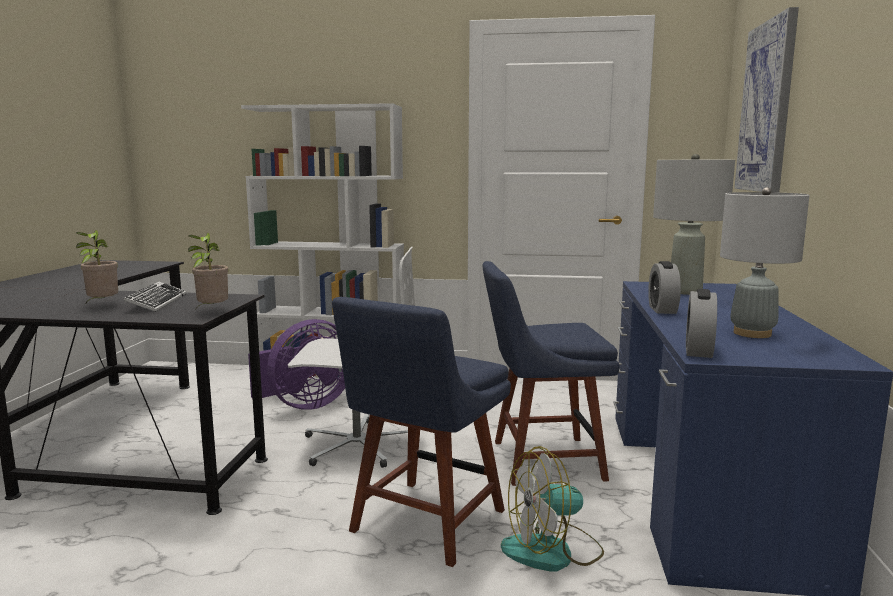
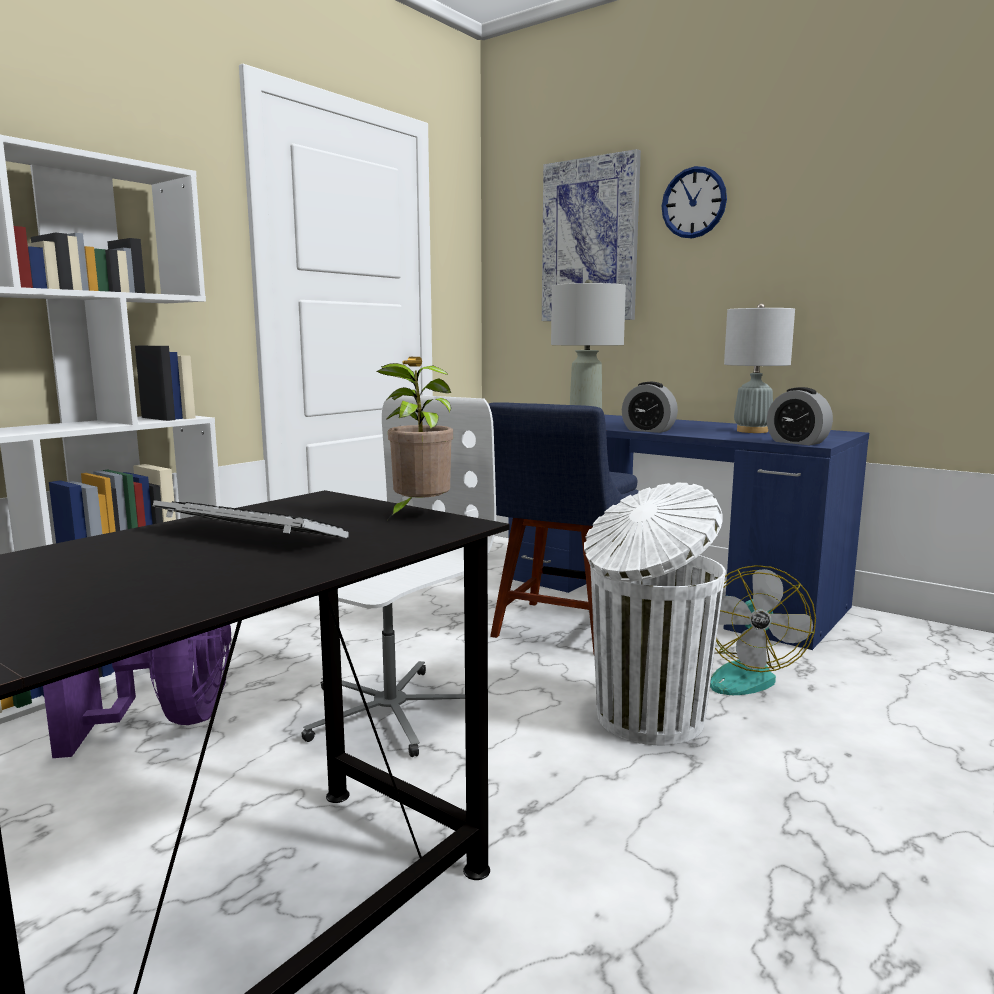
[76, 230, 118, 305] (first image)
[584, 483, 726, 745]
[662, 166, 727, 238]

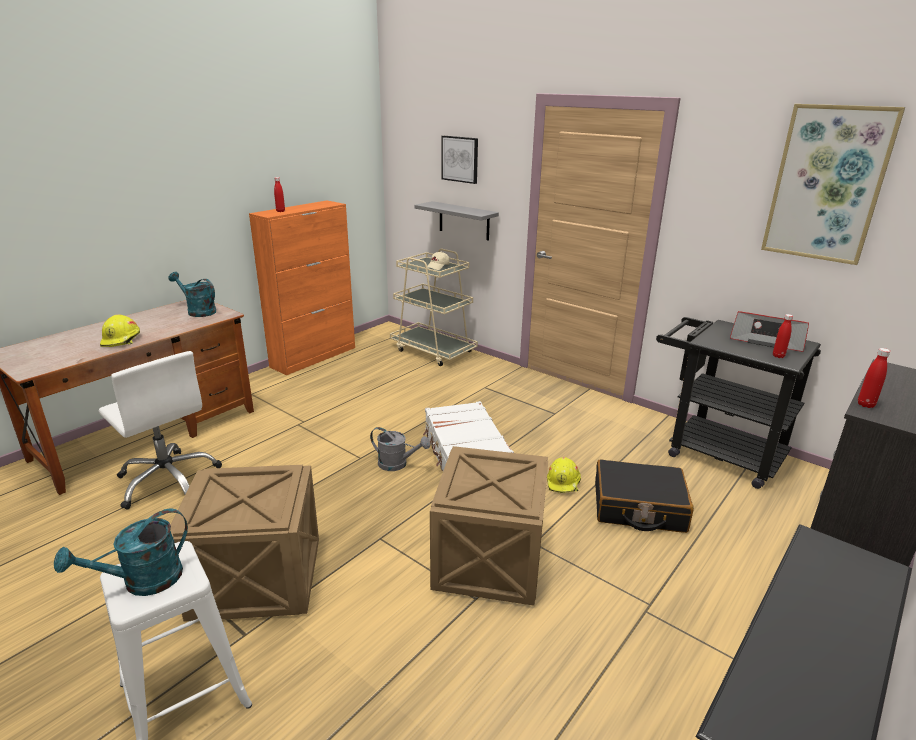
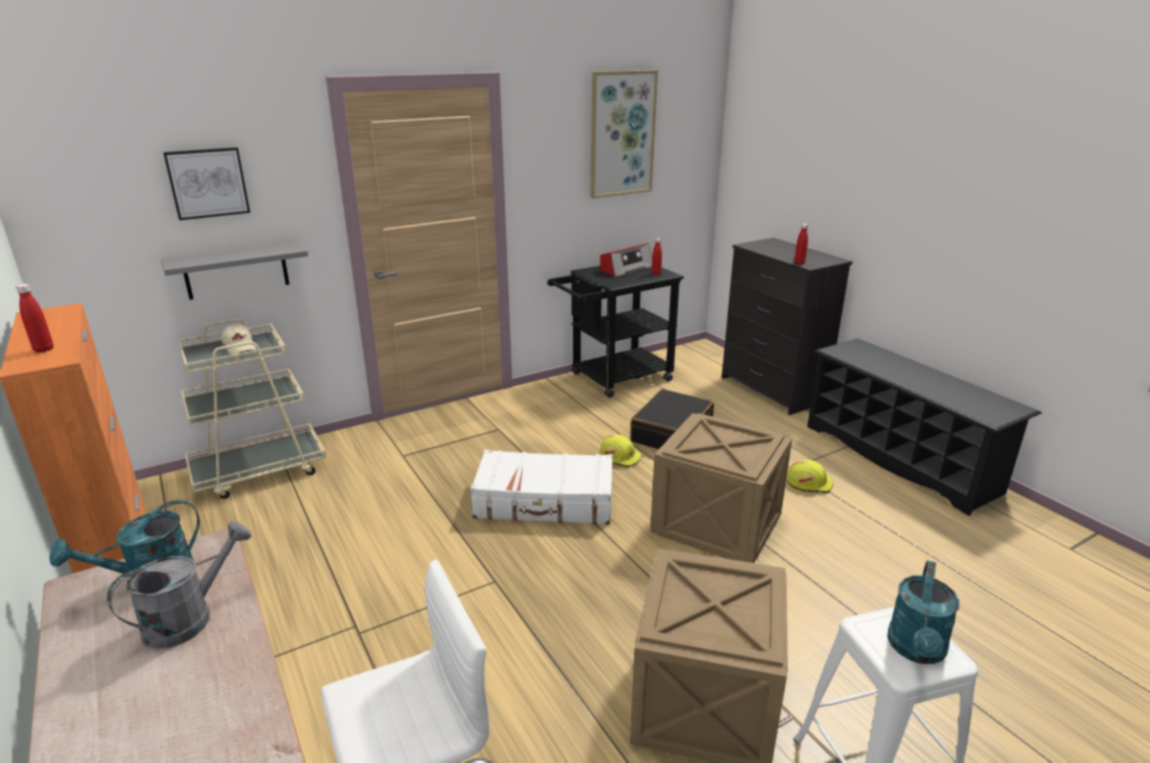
[887, 560, 959, 664]
[787, 459, 834, 493]
[107, 521, 252, 649]

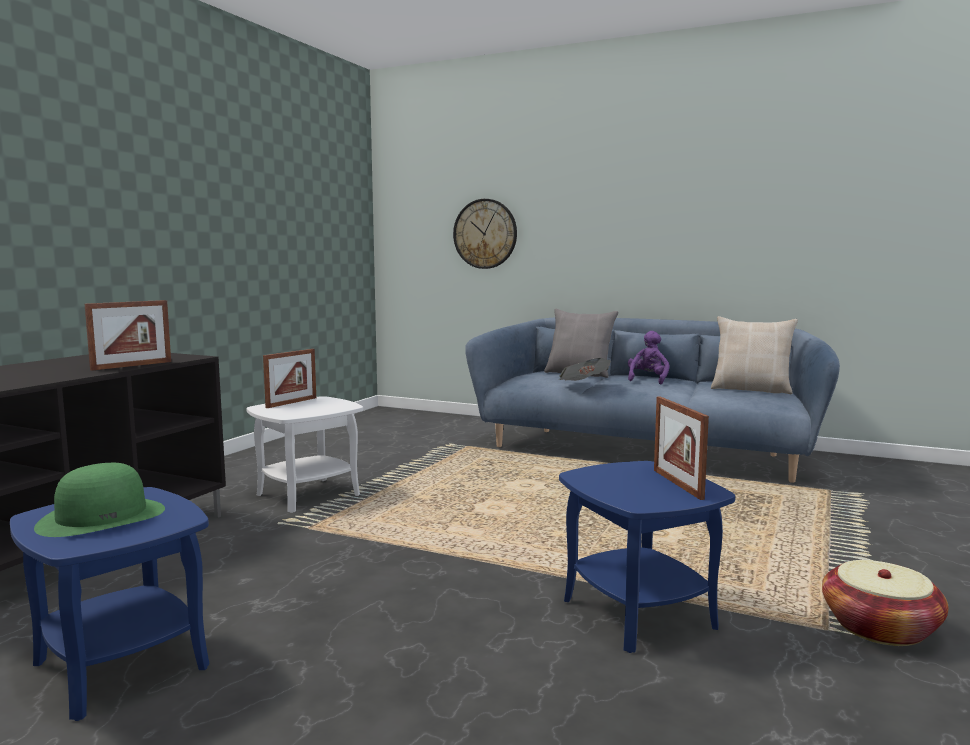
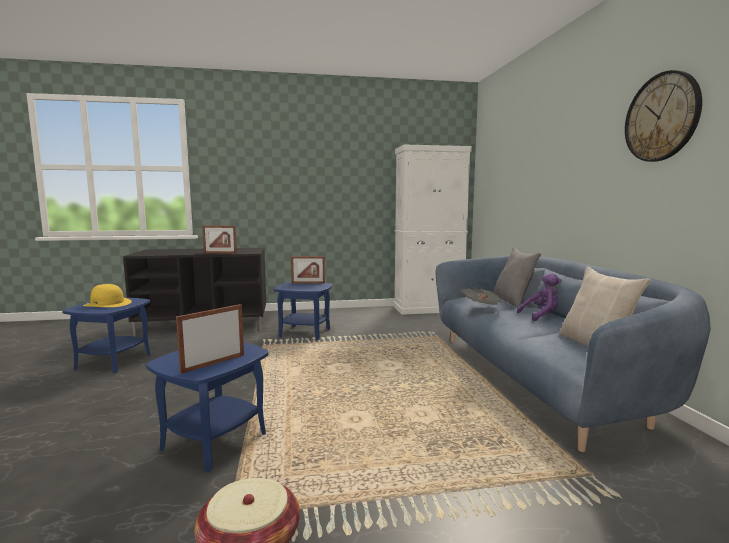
[83, 284, 132, 307]
[274, 282, 333, 340]
[625, 70, 702, 162]
[394, 145, 472, 315]

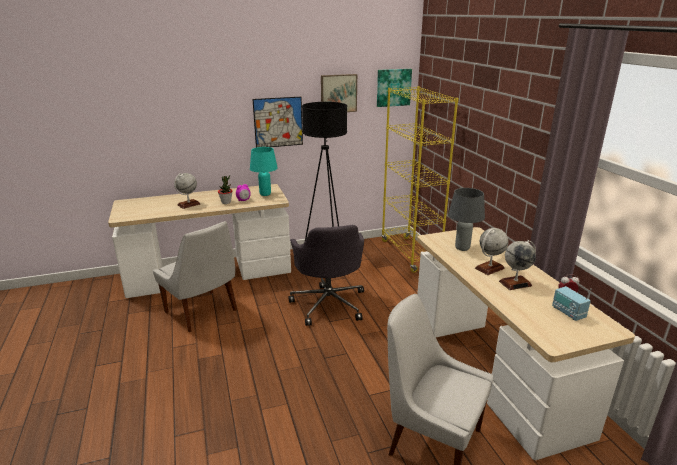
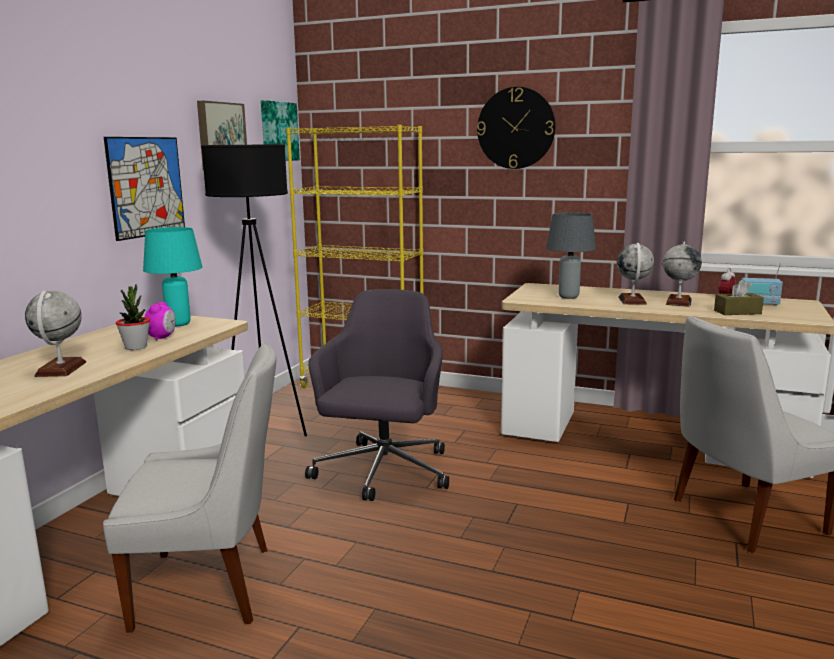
[305, 289, 449, 501]
[477, 87, 555, 169]
[714, 280, 764, 315]

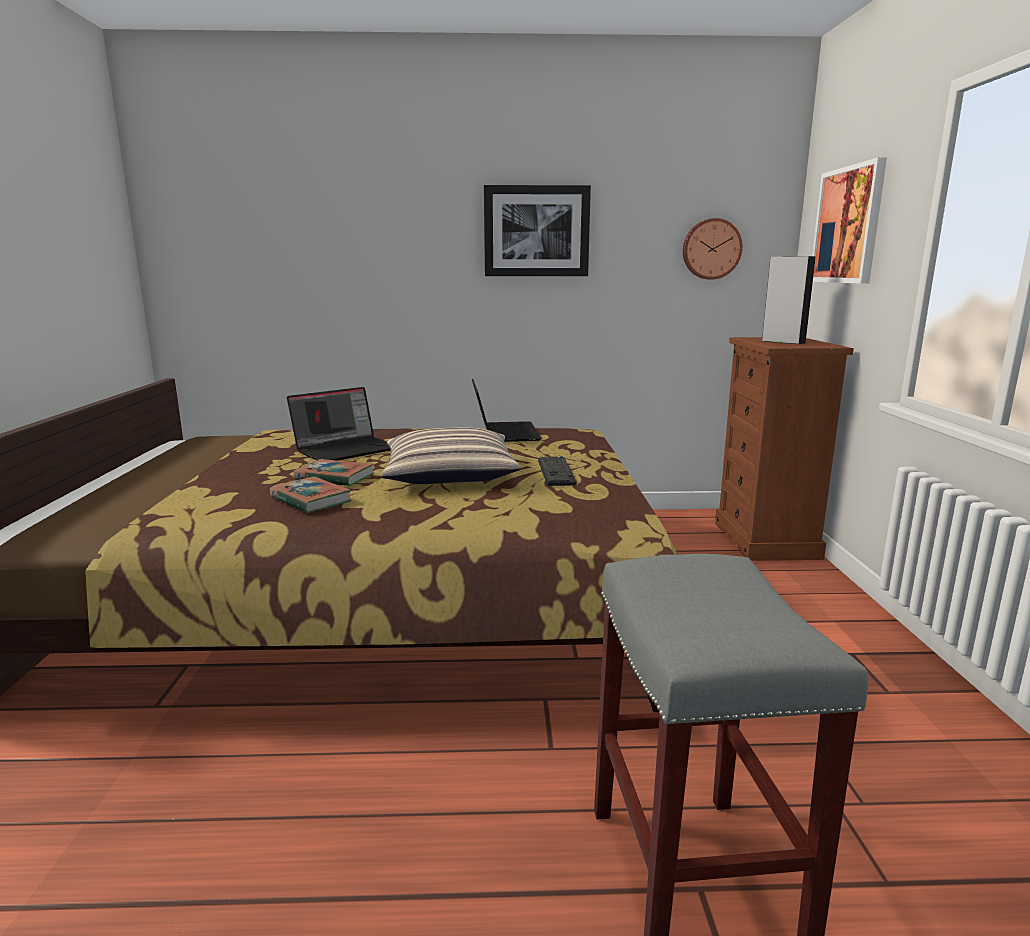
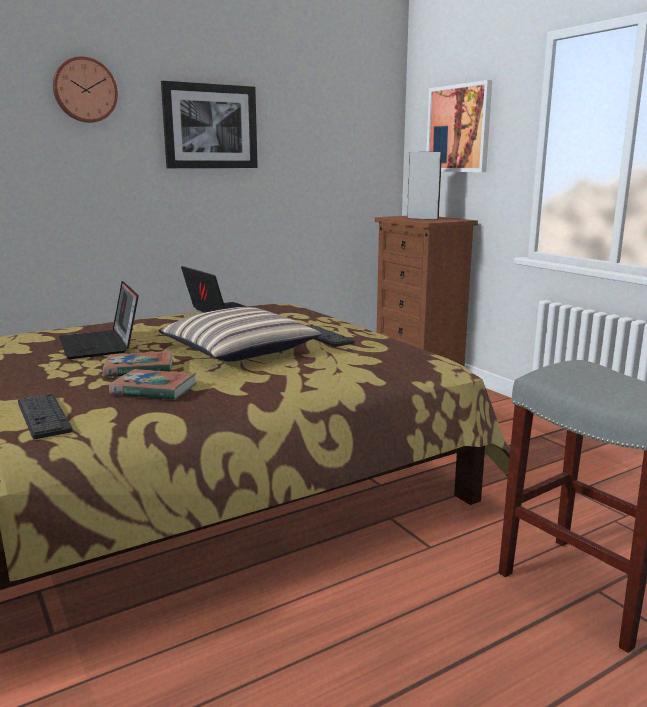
[59, 281, 139, 359]
[53, 56, 118, 123]
[18, 393, 73, 439]

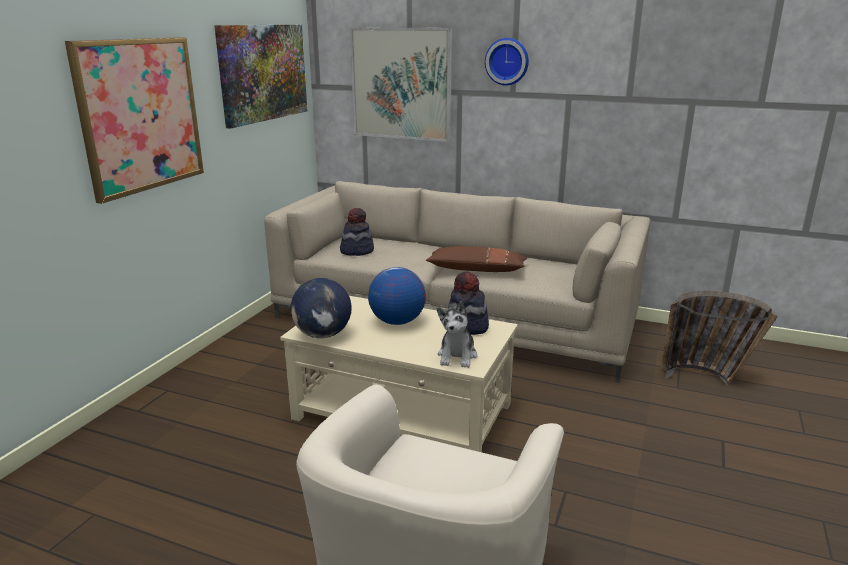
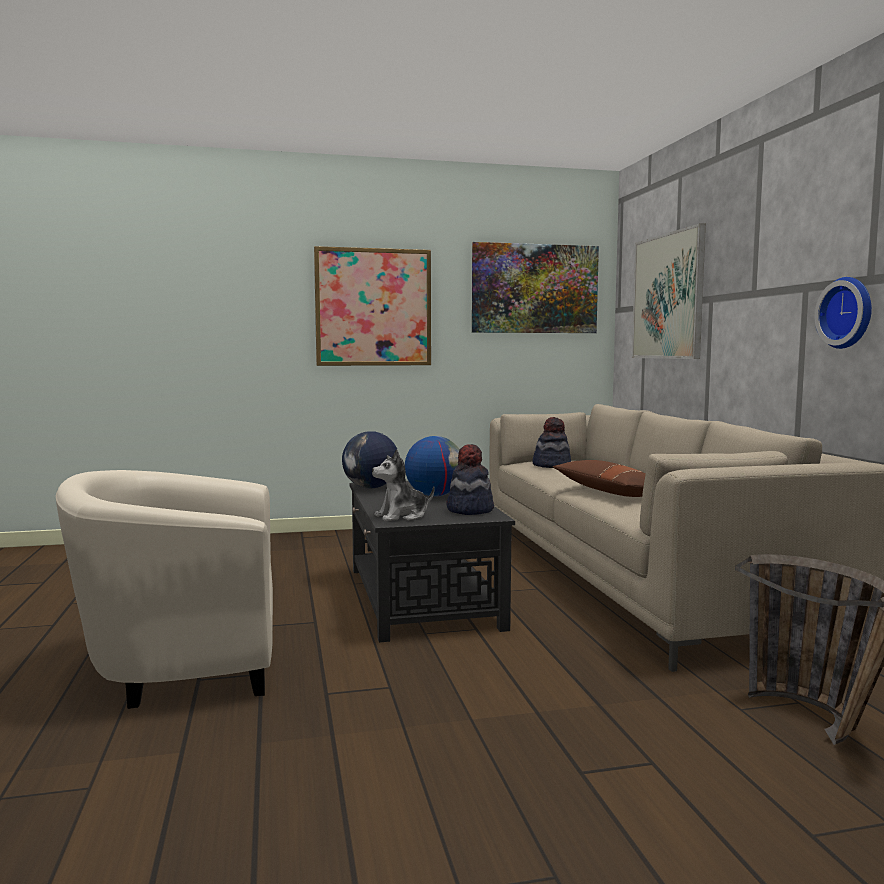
[349, 481, 515, 643]
[815, 277, 872, 349]

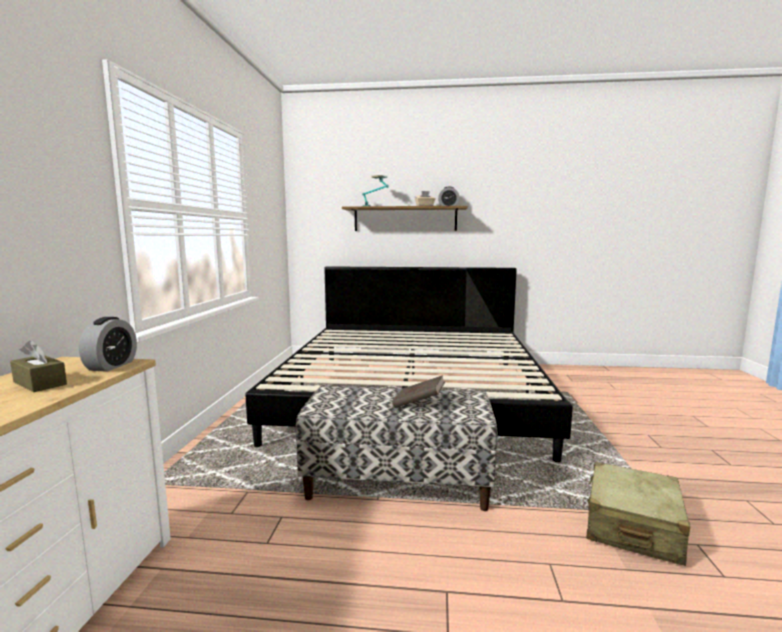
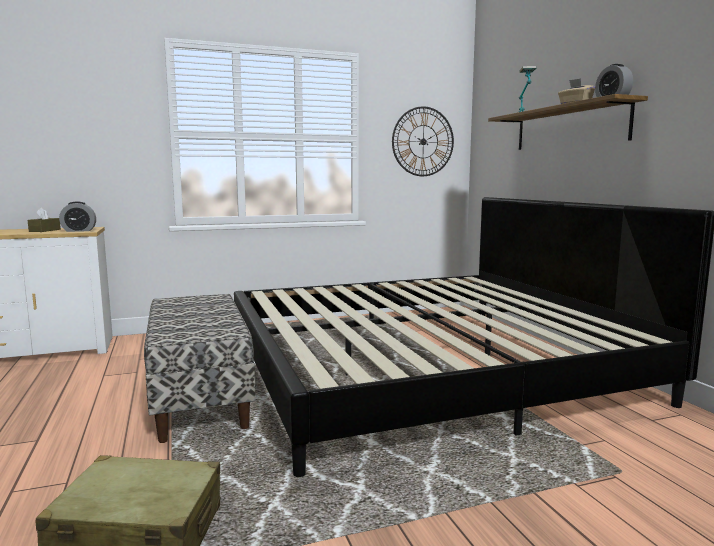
[392, 375, 445, 408] (first image)
[392, 106, 454, 176]

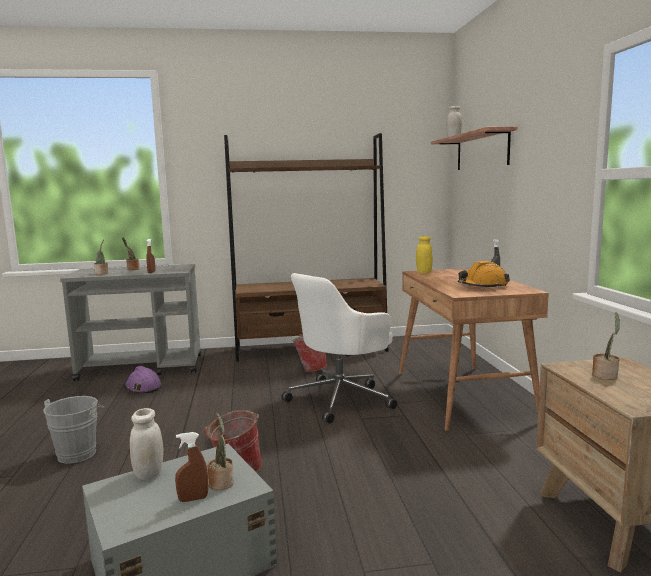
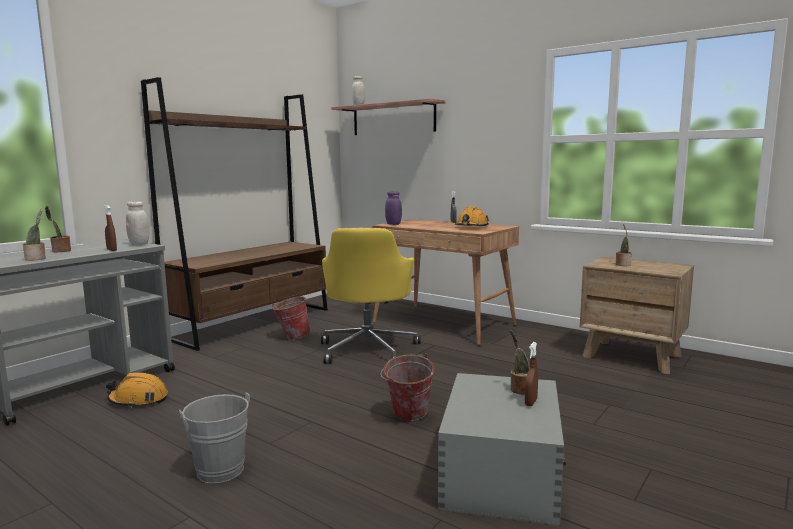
[106, 372, 168, 408]
[126, 201, 149, 245]
[321, 228, 420, 364]
[385, 192, 402, 225]

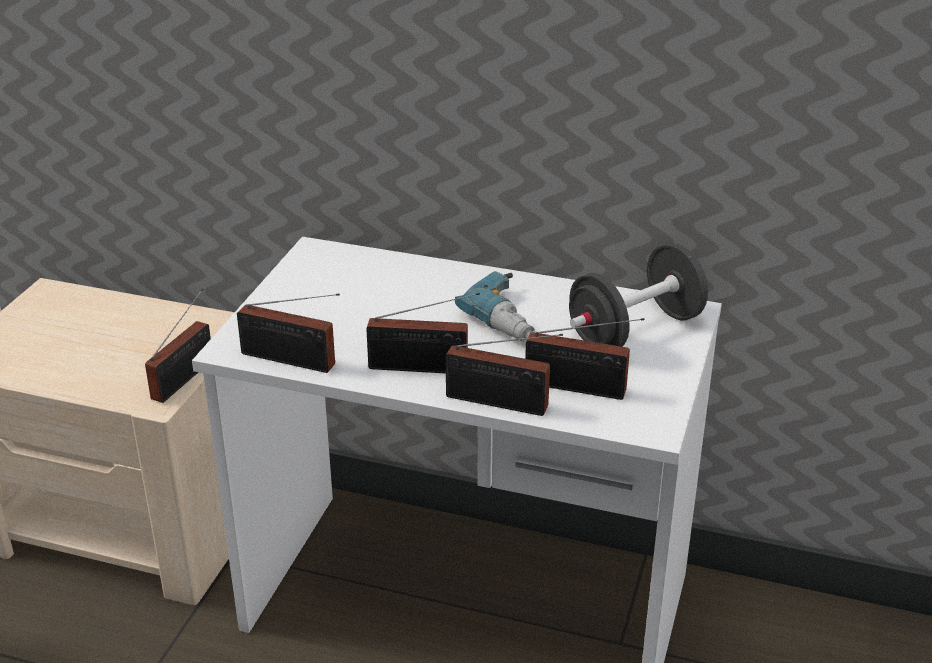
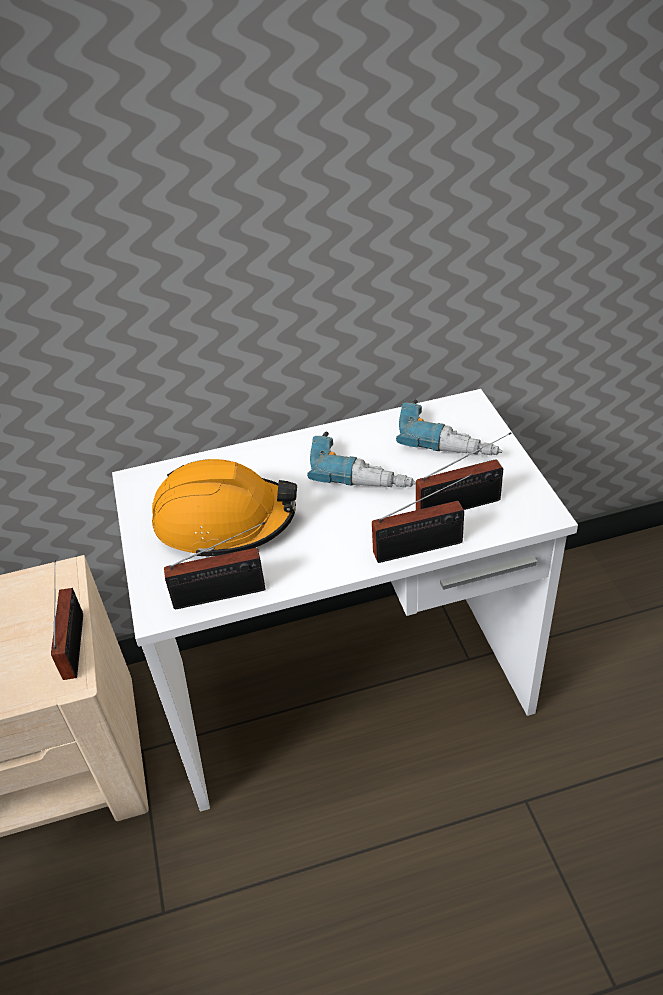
[366, 293, 480, 373] (first image)
[396, 399, 502, 455]
[152, 459, 297, 558]

